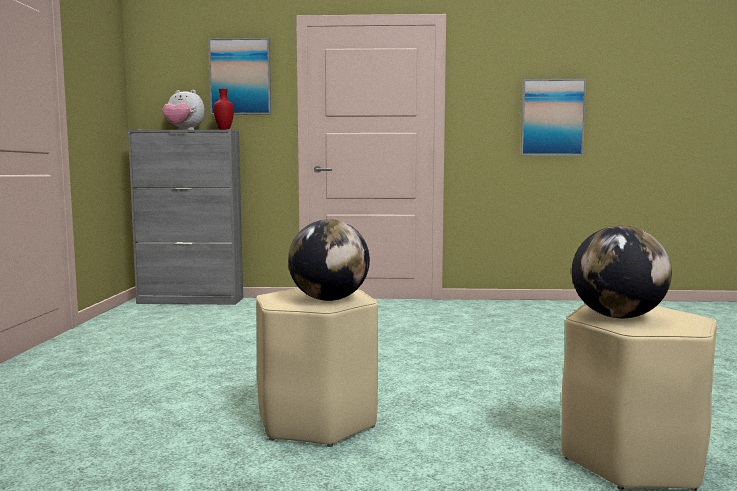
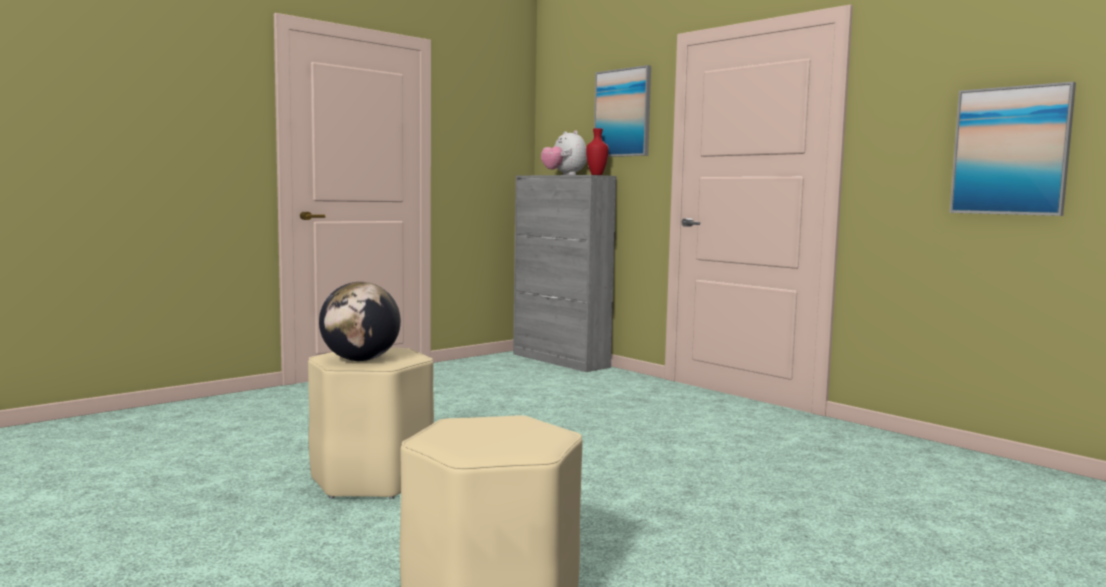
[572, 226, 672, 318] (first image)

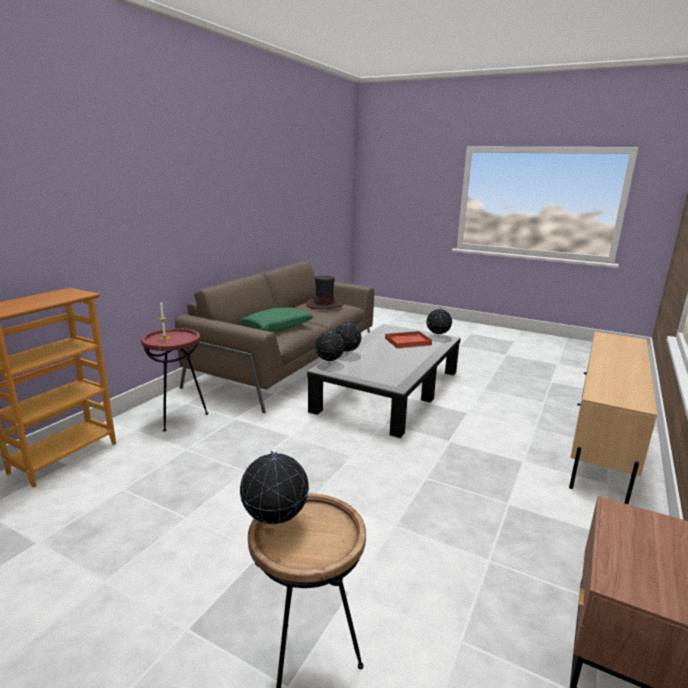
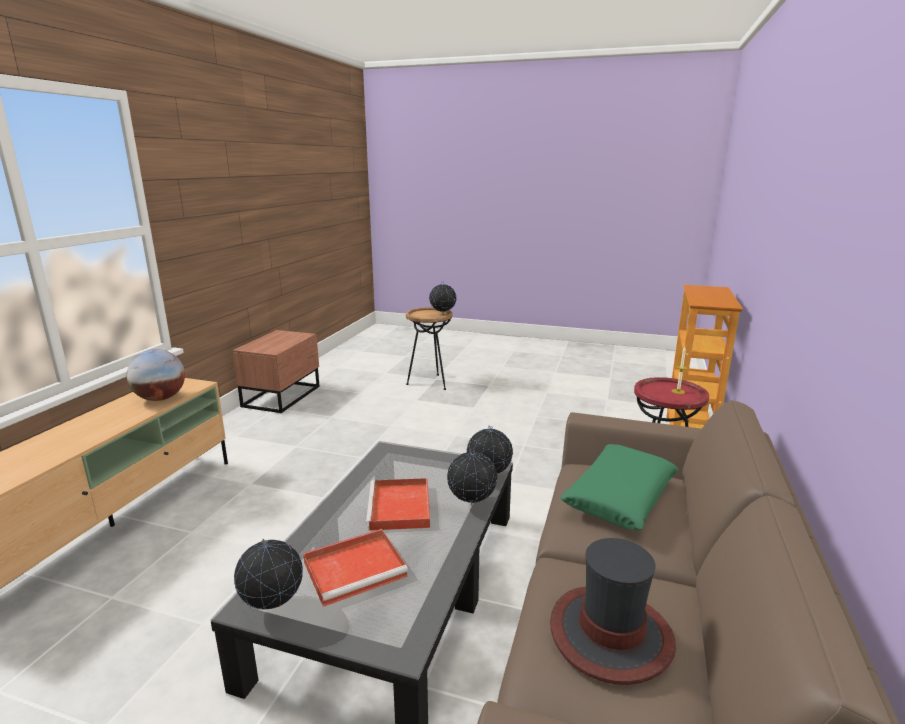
[127, 349, 185, 401]
[366, 478, 430, 531]

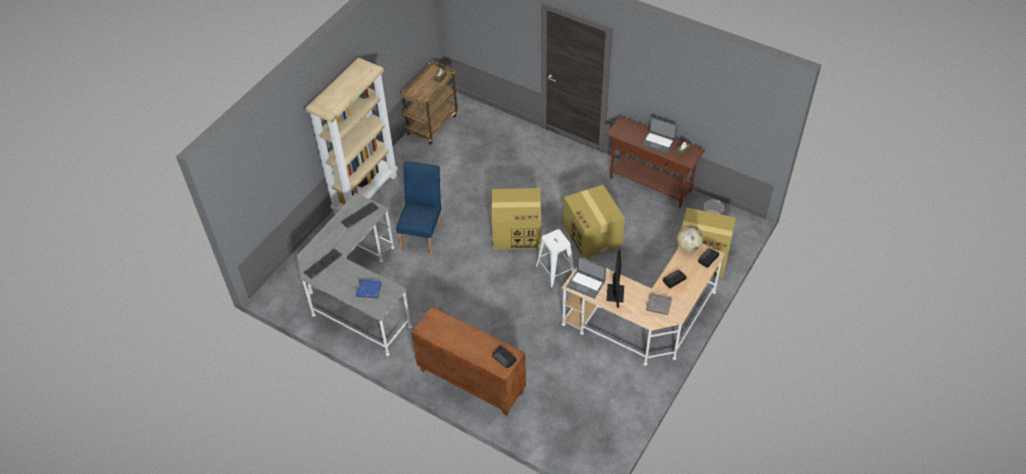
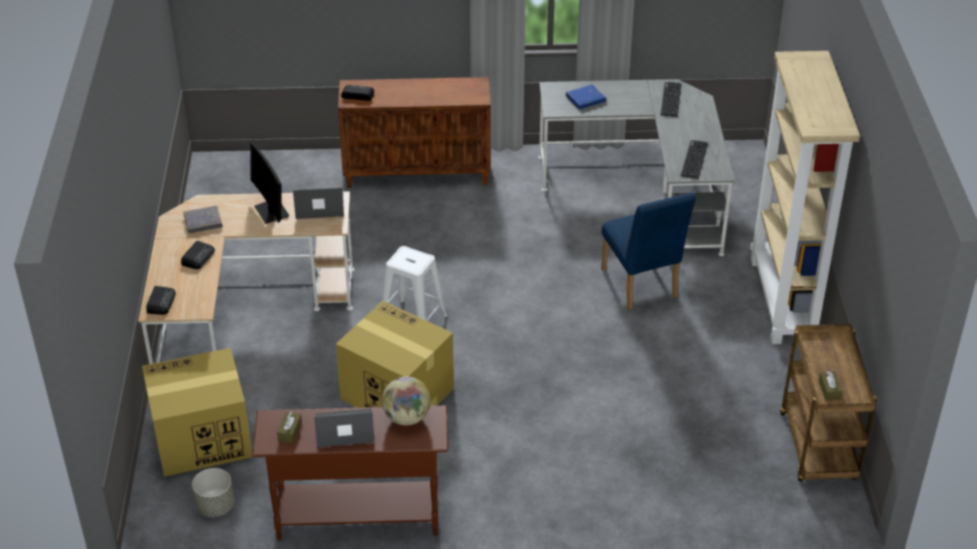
[492, 188, 541, 249] (first image)
[382, 377, 431, 425]

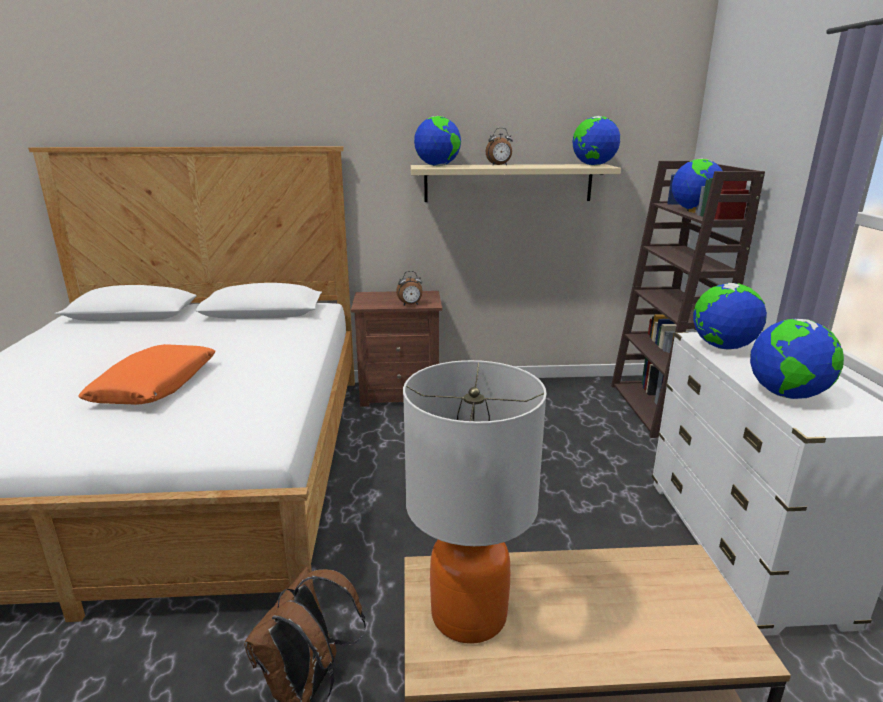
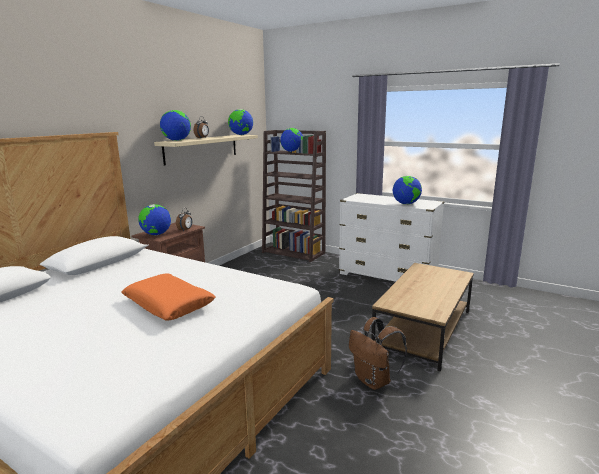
[403, 360, 547, 644] (first image)
[138, 204, 171, 236]

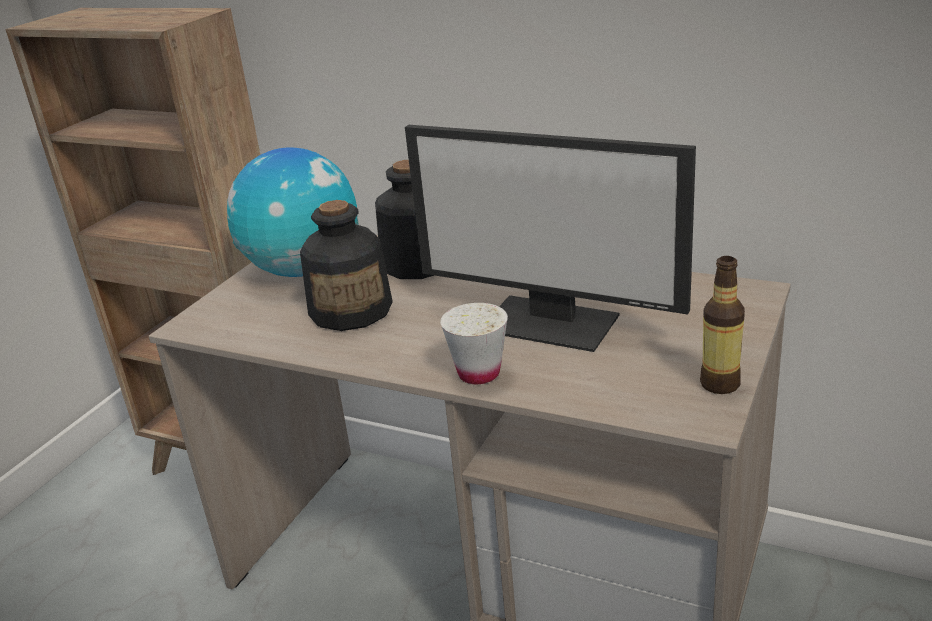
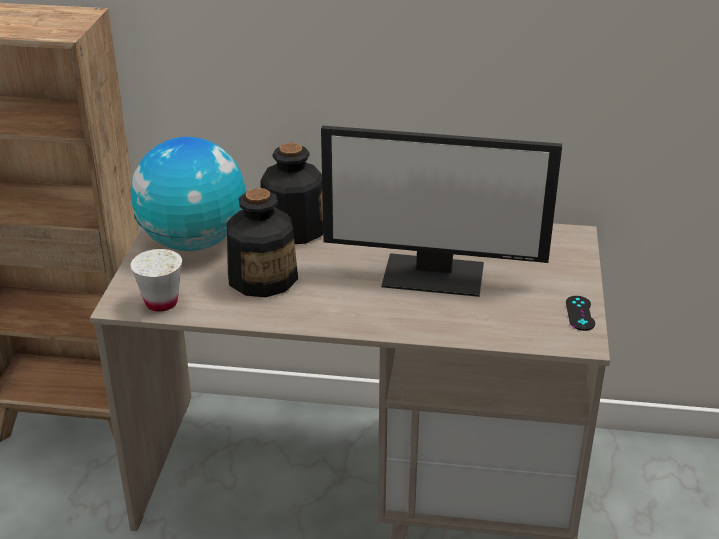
[131, 249, 182, 312]
[566, 296, 595, 331]

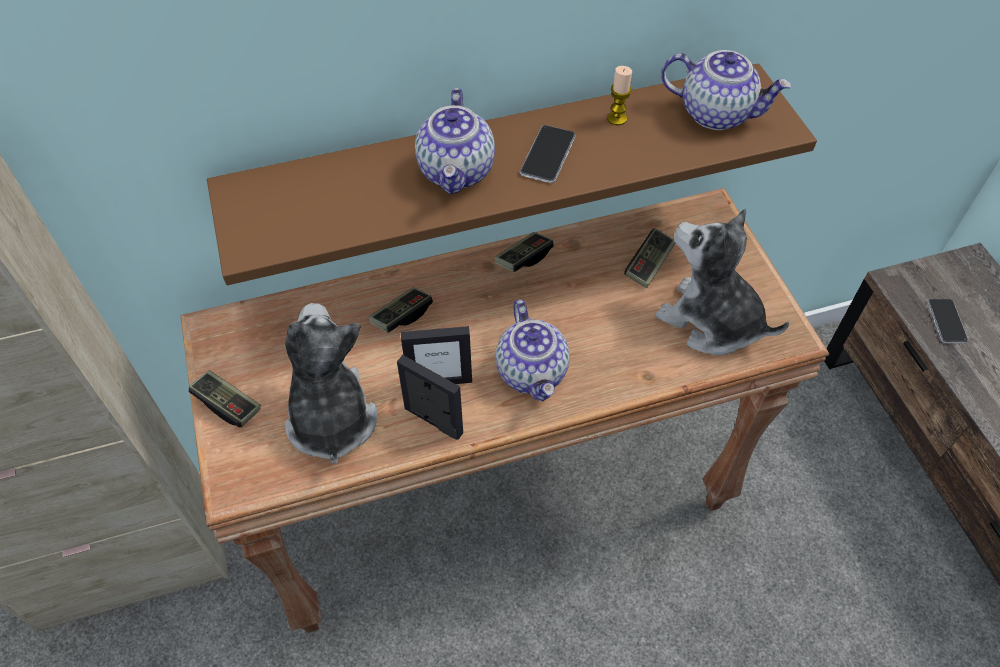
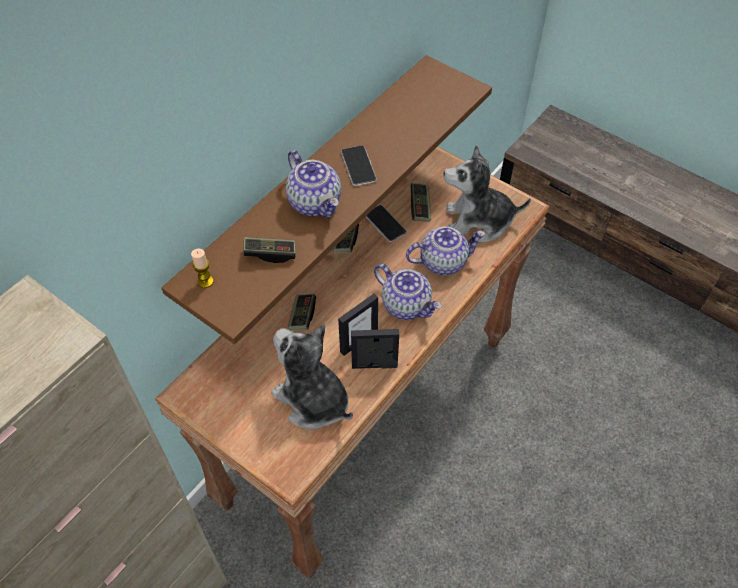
[243, 237, 296, 263]
[191, 249, 214, 288]
[406, 227, 485, 275]
[366, 205, 406, 242]

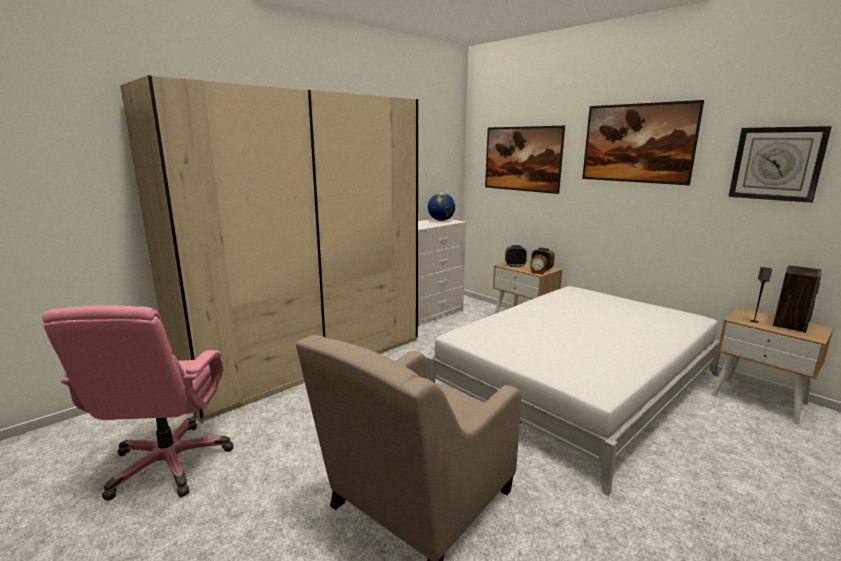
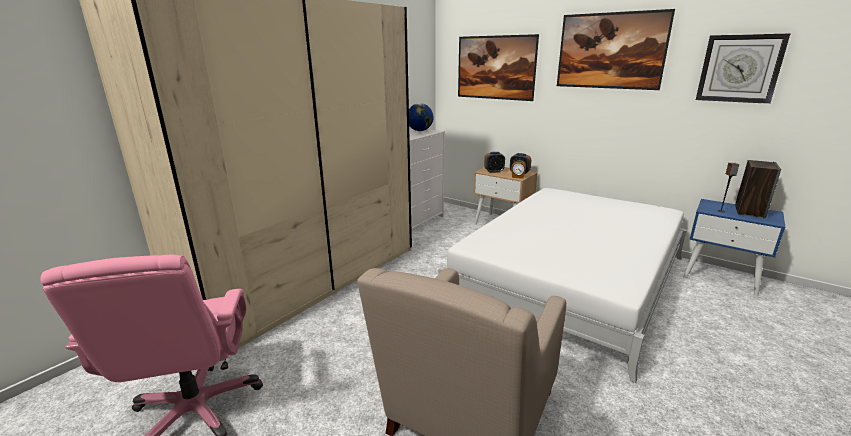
[683, 199, 785, 296]

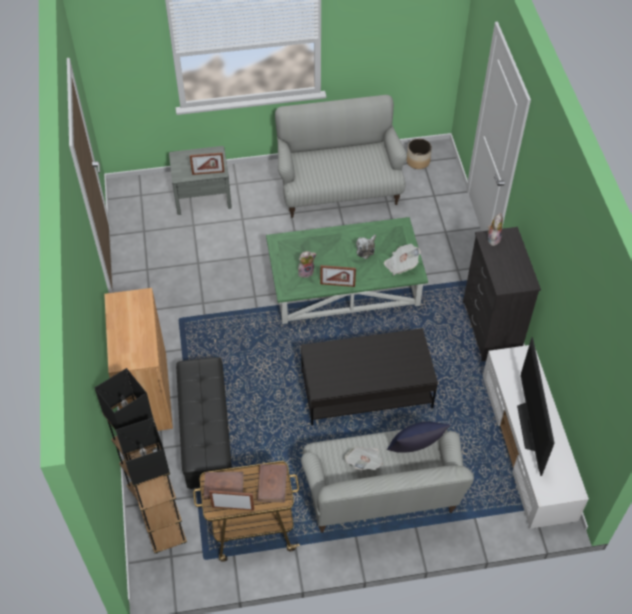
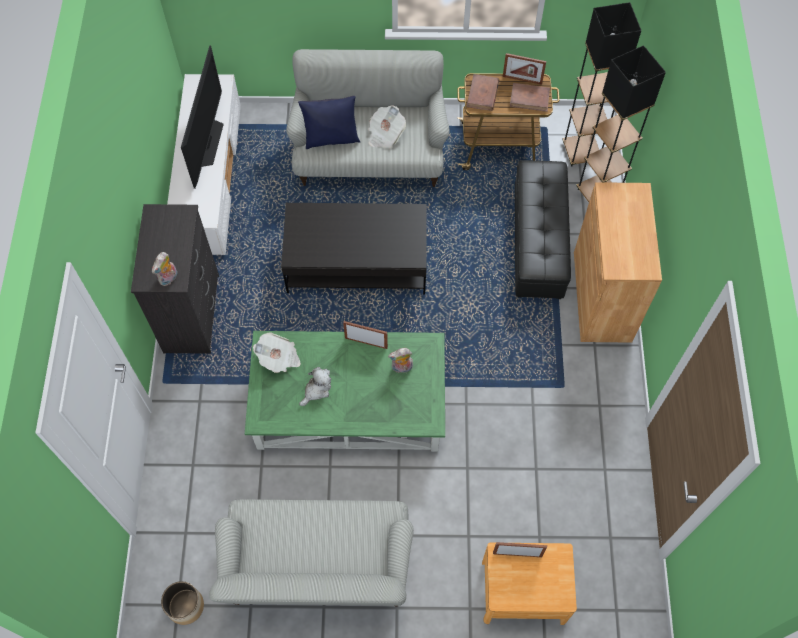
[482, 543, 577, 625]

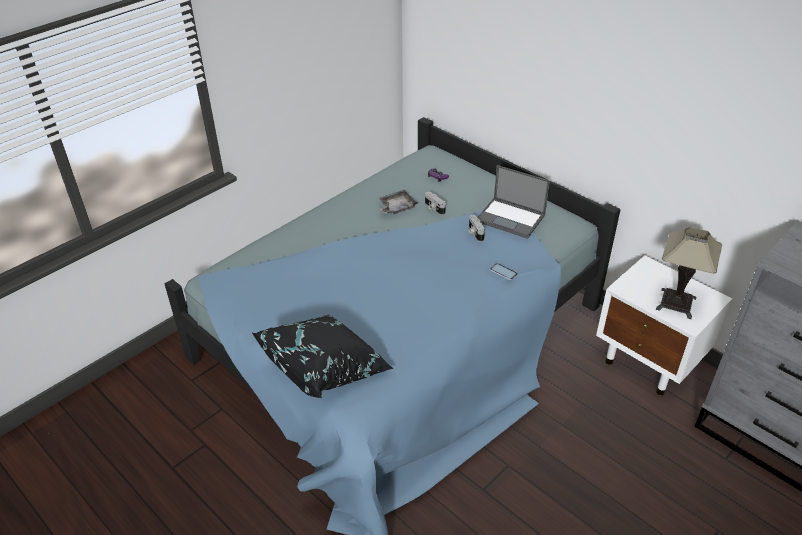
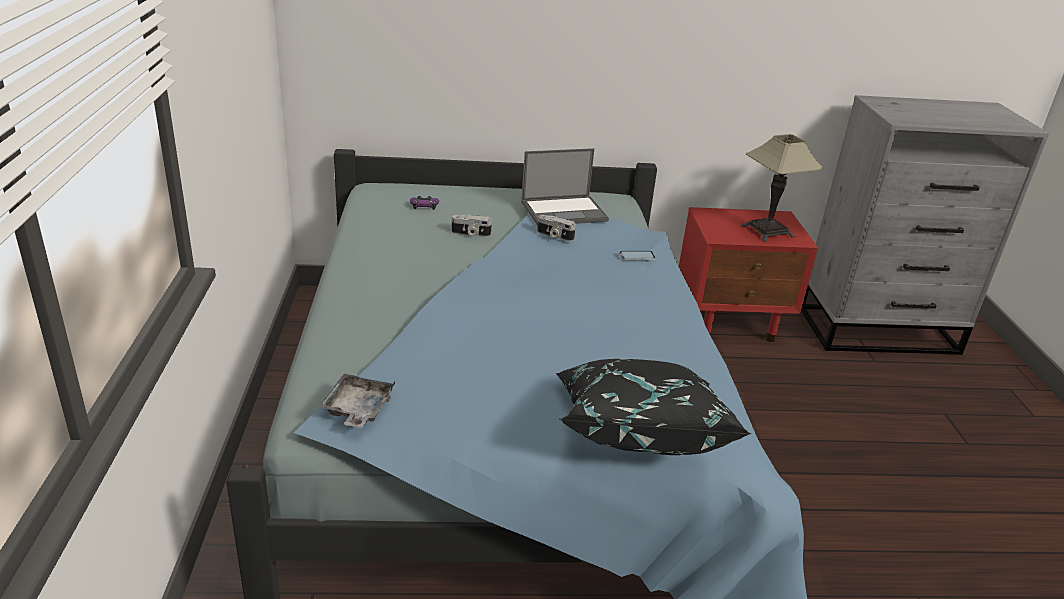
[319, 374, 395, 428]
[679, 207, 818, 342]

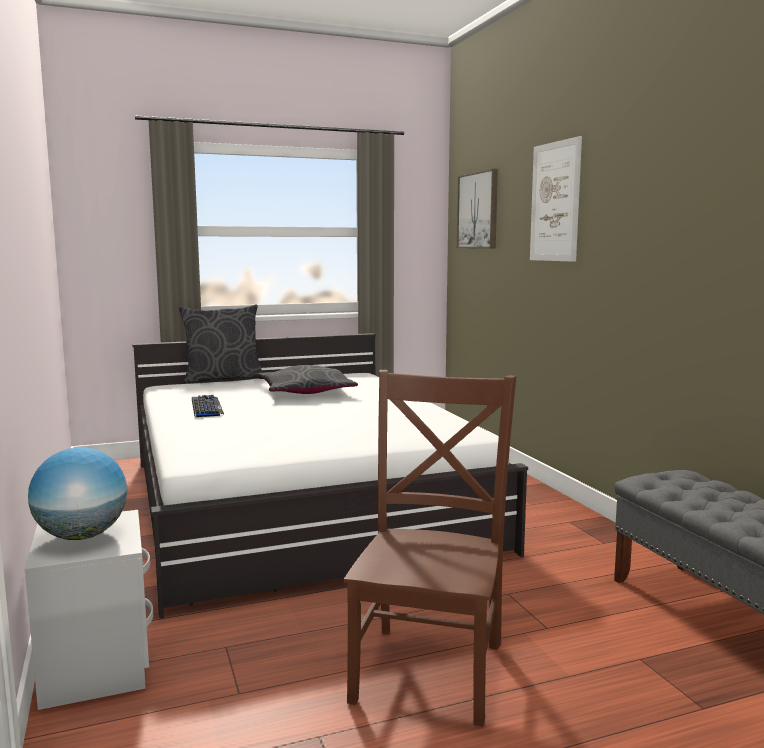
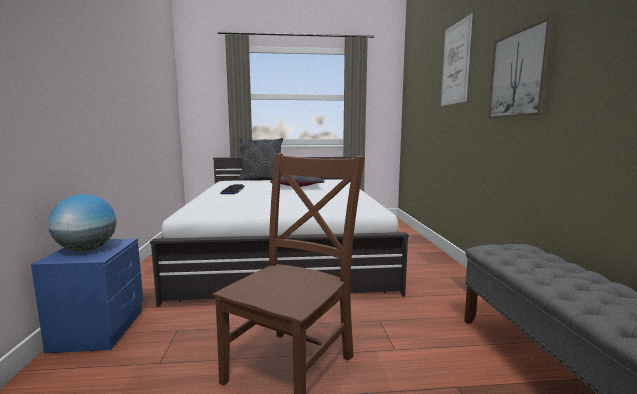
[31, 238, 143, 353]
[488, 17, 556, 118]

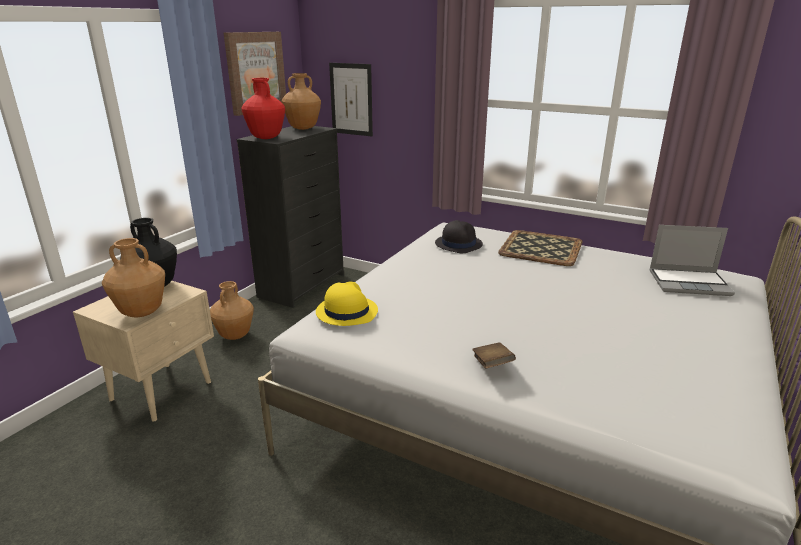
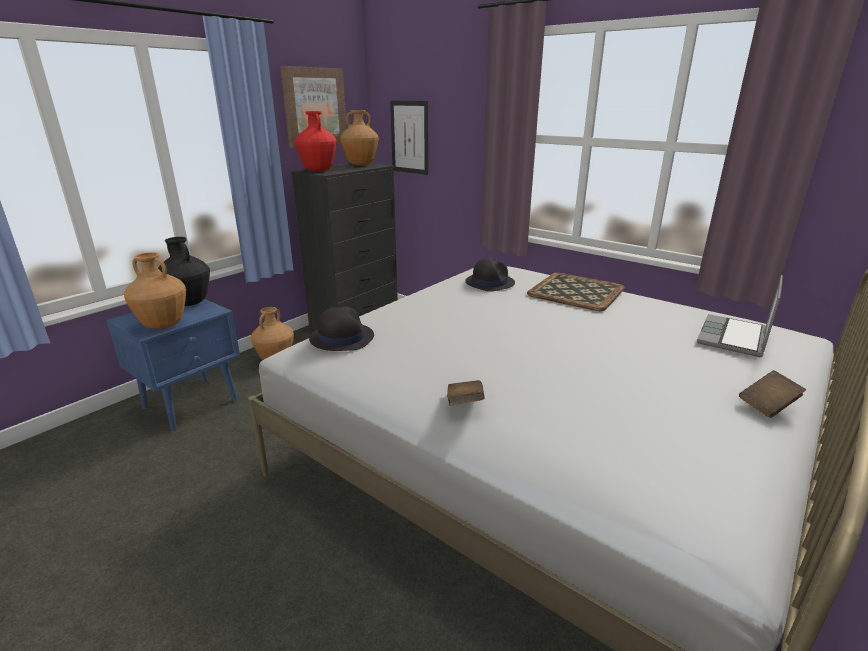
[106, 299, 240, 431]
[309, 307, 374, 351]
[697, 275, 783, 357]
[739, 370, 806, 418]

